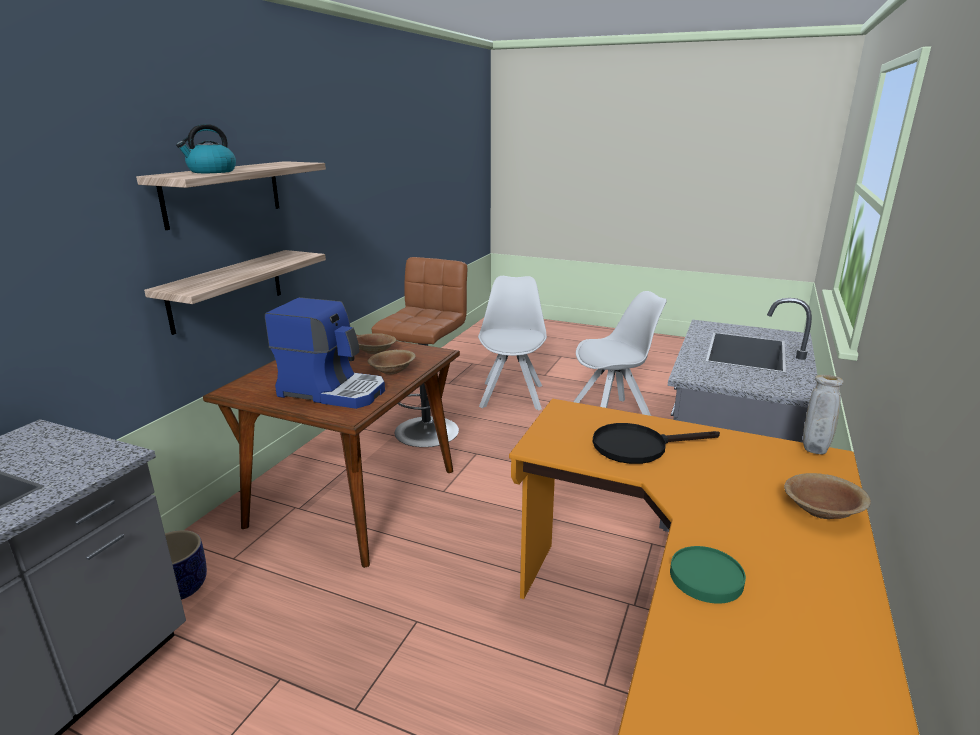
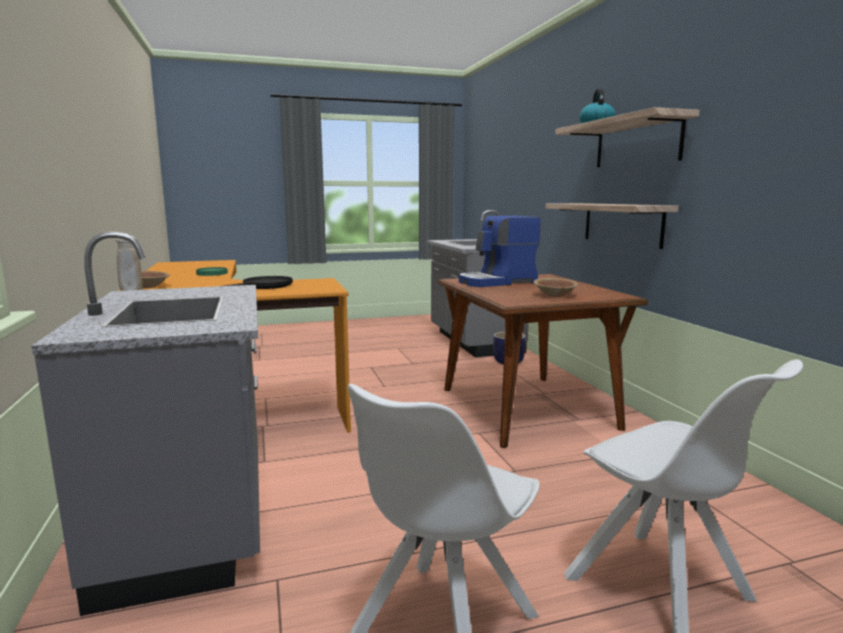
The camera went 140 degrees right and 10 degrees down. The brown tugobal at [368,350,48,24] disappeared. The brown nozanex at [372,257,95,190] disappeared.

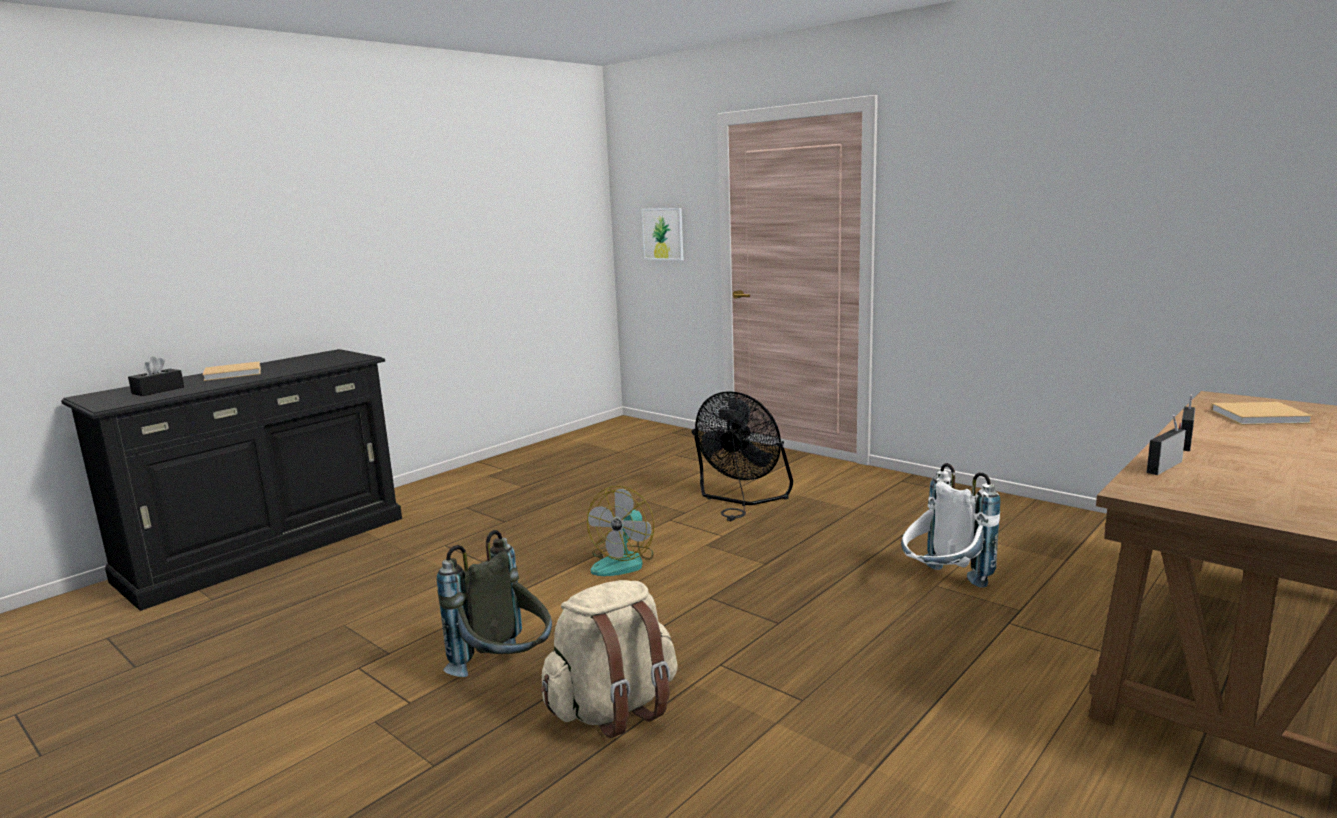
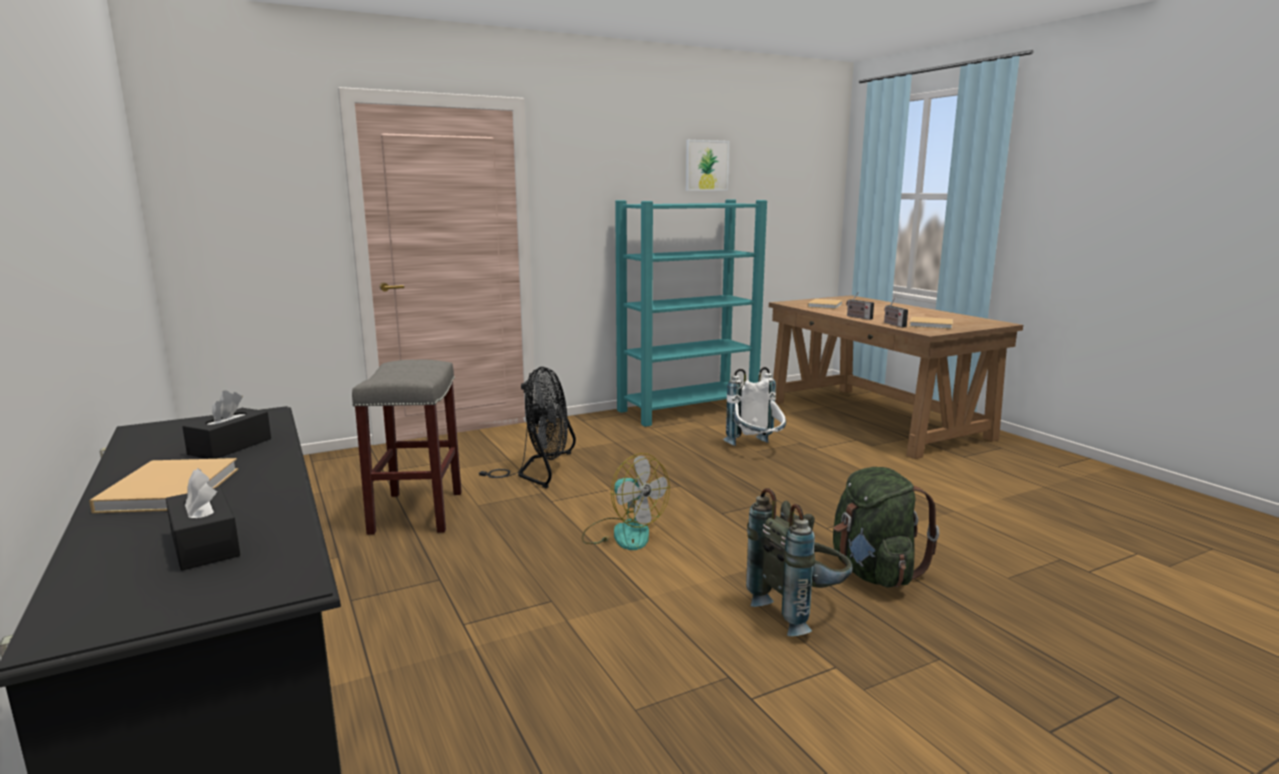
The camera went 70 degrees left and 0 degrees up. The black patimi at [183,390,88,69] appeared. The grey nozanex at [352,359,110,176] appeared. The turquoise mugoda at [615,199,152,228] appeared. The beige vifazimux at [909,317,44,12] appeared. The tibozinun moved from [642,208,41,52] to [686,140,43,51]. The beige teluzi at [540,580,138,158] became the green teluzi at [833,467,106,121]. The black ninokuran at [692,392,101,129] turned 135 degrees clockwise.

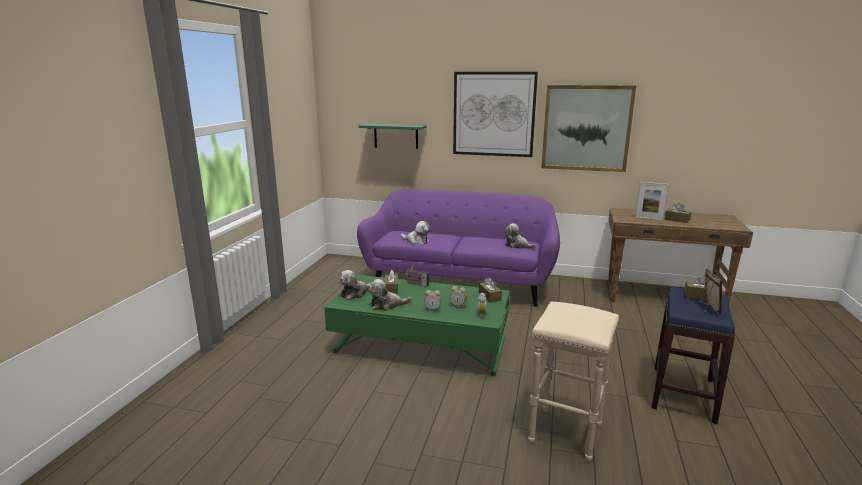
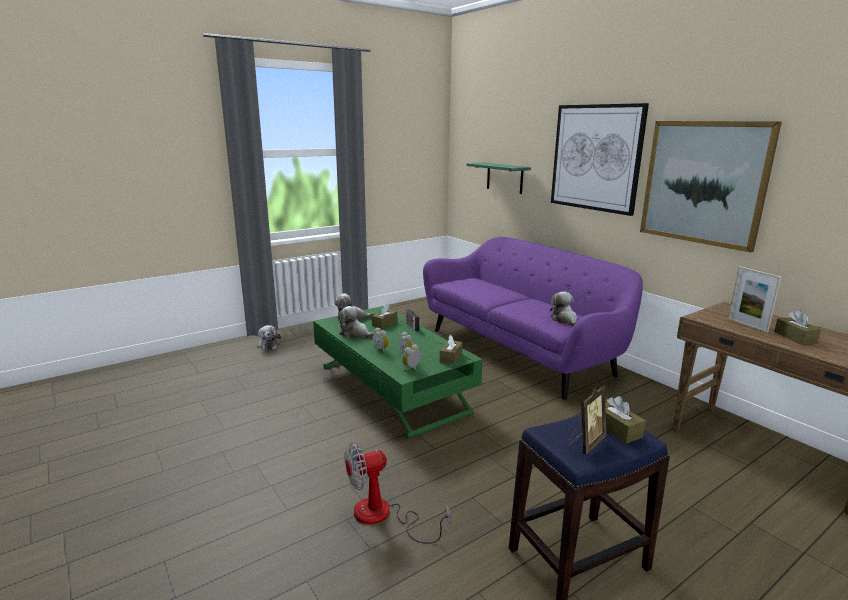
The camera went 40 degrees right and 0 degrees up. The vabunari moved from [401,221,29,24] to [257,325,24,25]. The beige nozanex at [528,302,91,160] was replaced by the ninokuran at [344,443,107,101].

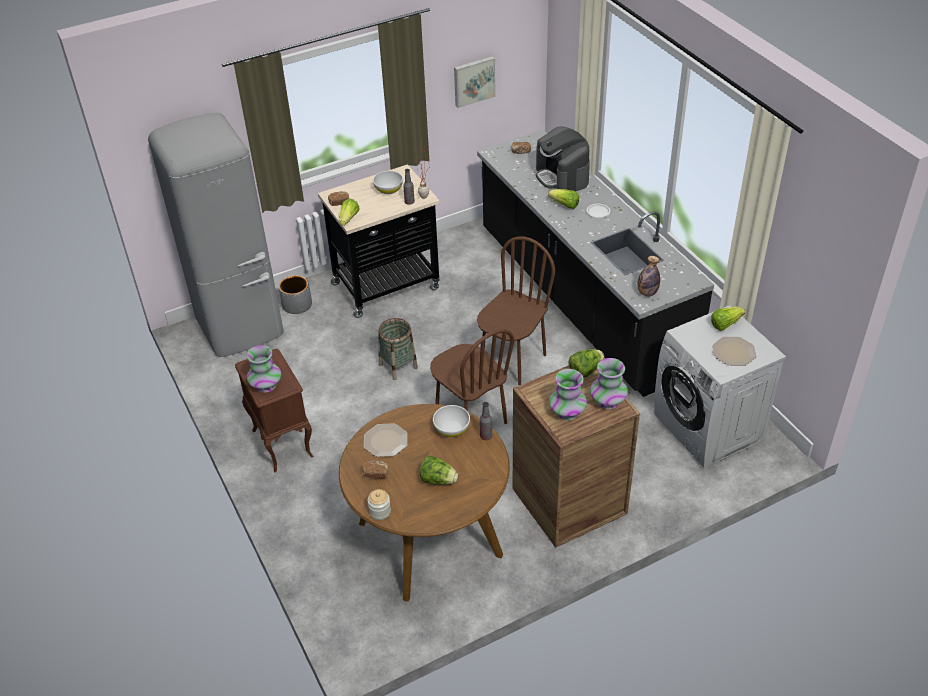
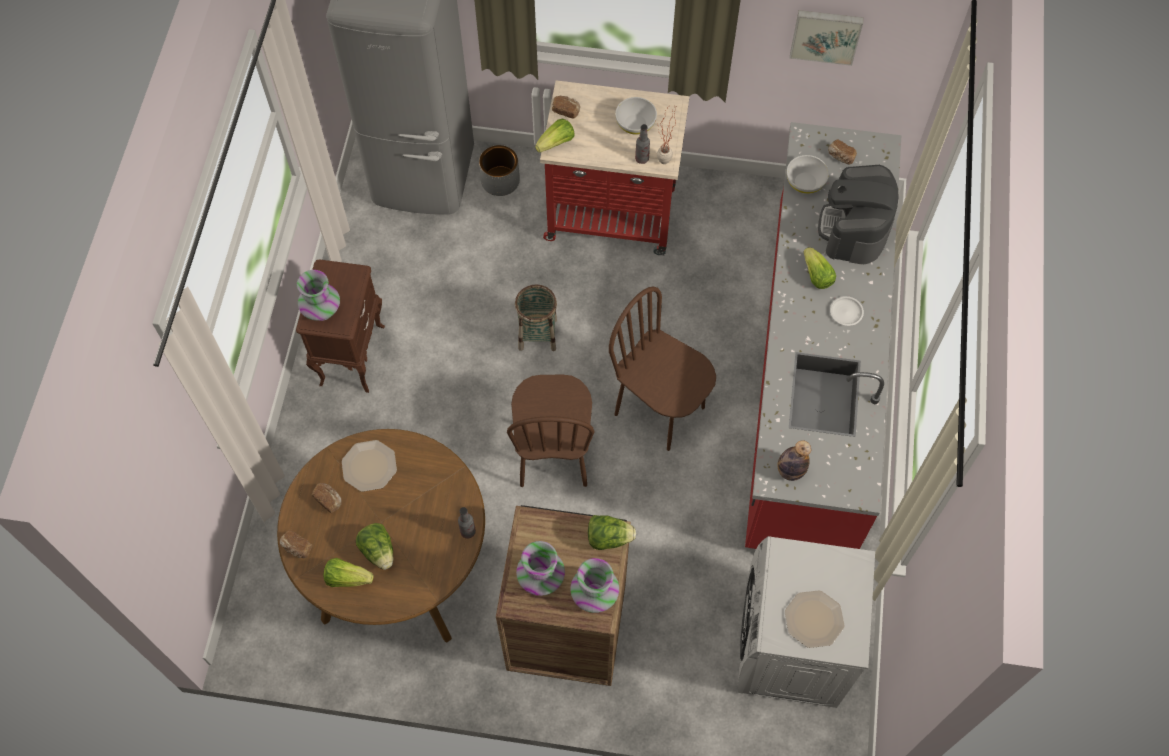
The camera went 35 degrees right and 20 degrees up. The white tugobal moved from [433,405,37,32] to [787,155,42,39]. The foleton moved from [711,307,34,24] to [324,558,50,29]. The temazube at [368,489,23,31] was replaced by the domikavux at [280,530,33,29]. The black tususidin at [318,164,122,154] became the red tususidin at [540,80,149,176]. The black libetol at [477,130,237,267] became the red libetol at [745,122,157,427]. The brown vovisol at [477,236,78,149] turned 120 degrees counterclockwise.

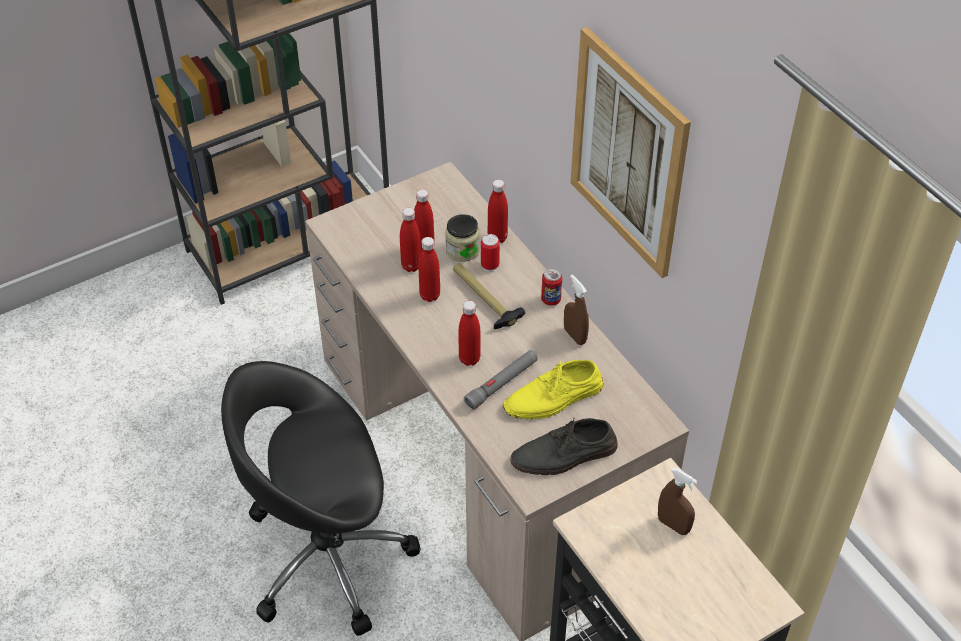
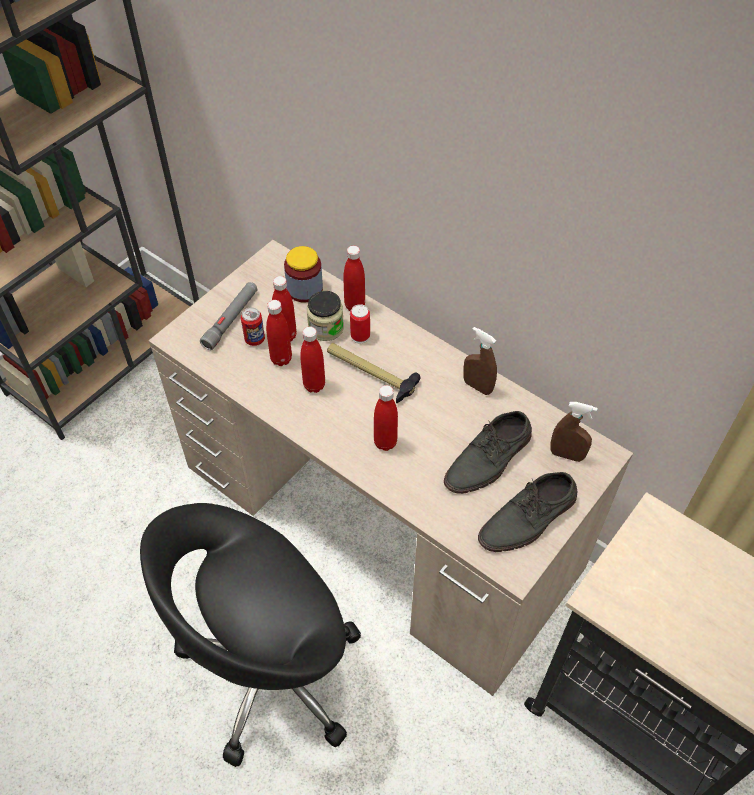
The camera went 20 degrees left and 5 degrees up. The tibozinun at [570,27,121,251] disappeared. The temazube at [284,246,39,57] appeared. The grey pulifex moved from [464,350,74,60] to [200,282,57,68]. The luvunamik moved from [541,268,21,38] to [241,307,24,39]. The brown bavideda moved from [658,468,40,67] to [550,402,48,60]. The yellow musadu at [503,360,100,59] became the grey musadu at [444,411,88,83].

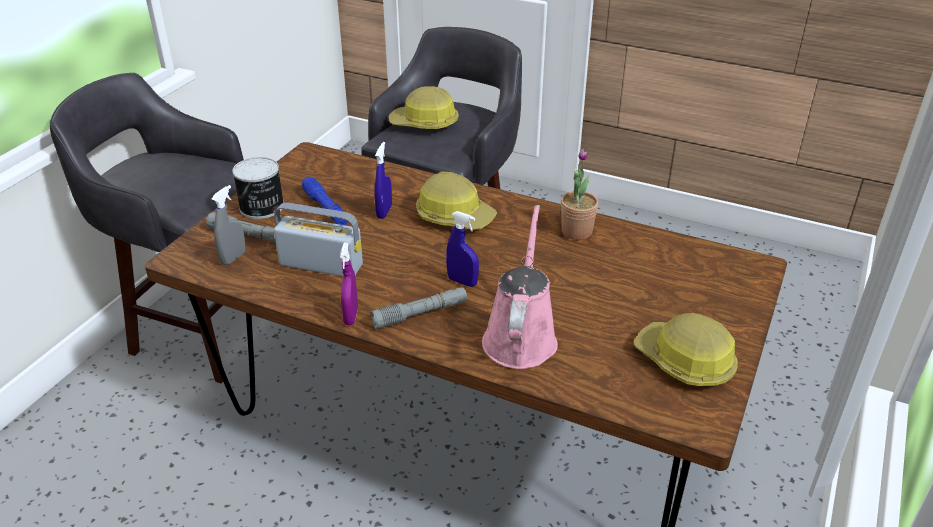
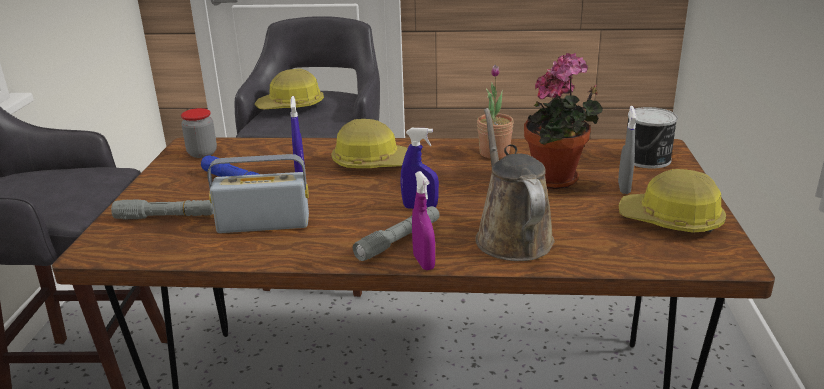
The camera went 20 degrees left and 10 degrees down. The temazube at [181,108,36,50] appeared. The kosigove at [524,53,79,136] appeared. The grey bavideda moved from [211,185,35,80] to [618,106,18,88]. The luvunamik moved from [232,157,52,62] to [627,107,51,62]. The purple bavideda moved from [340,243,18,82] to [412,171,23,99]. The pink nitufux at [482,205,76,164] became the brown nitufux at [475,108,79,153].

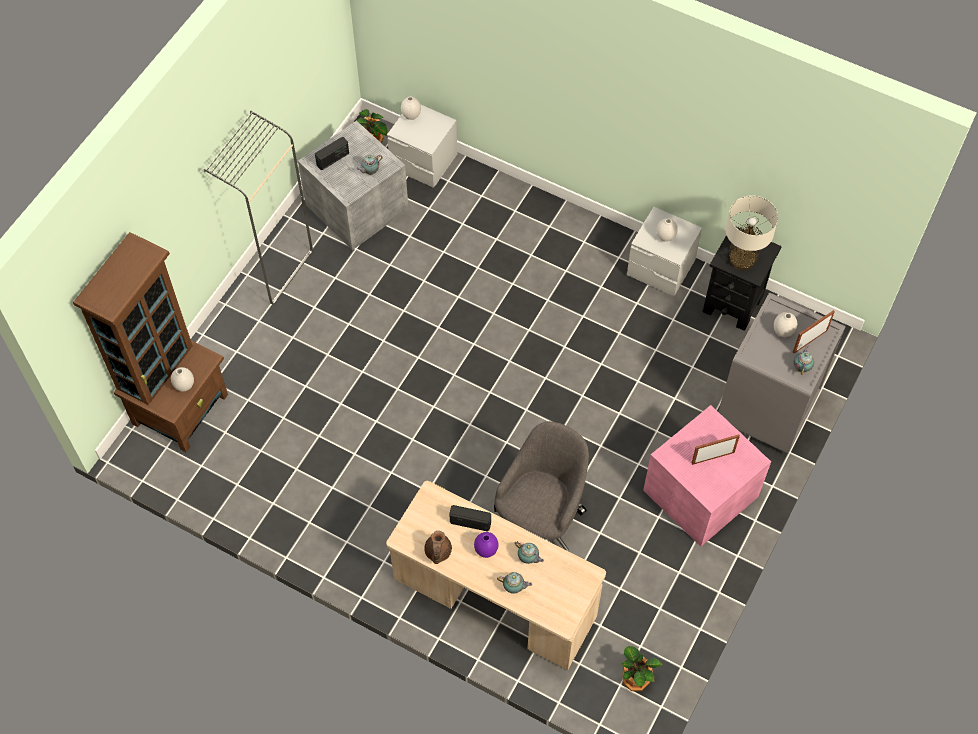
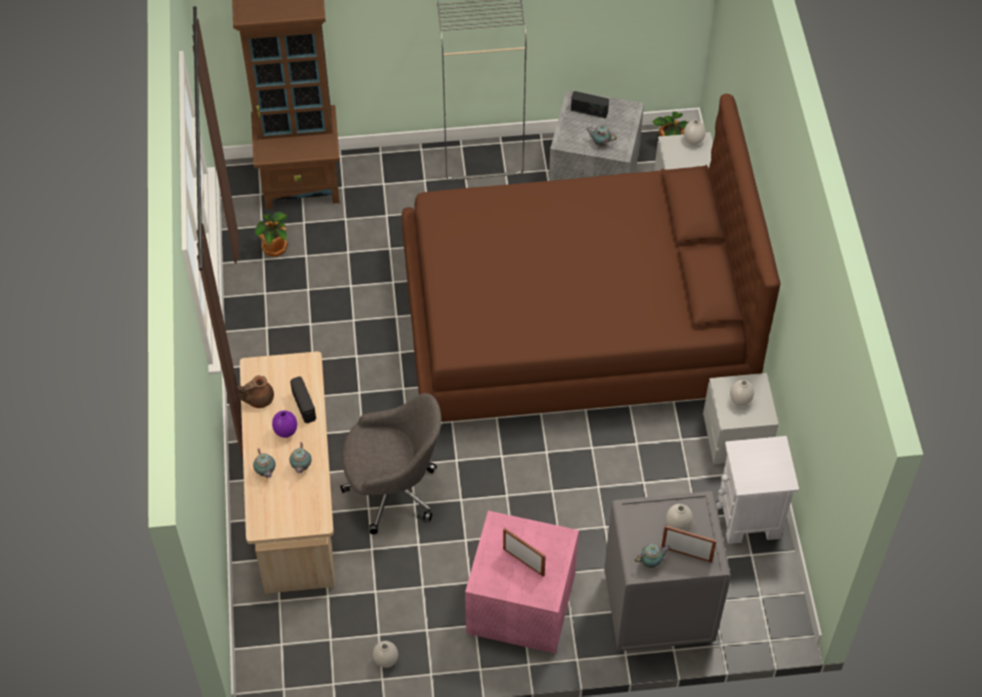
The camera went 55 degrees right and 5 degrees down. The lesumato at [726,195,52,75] disappeared. The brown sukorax at [402,94,379,328] appeared. The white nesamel moved from [171,367,23,24] to [373,641,25,27]. The kosigove moved from [621,646,41,45] to [255,212,33,45]. The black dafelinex at [703,226,79,105] became the white dafelinex at [716,436,83,108].

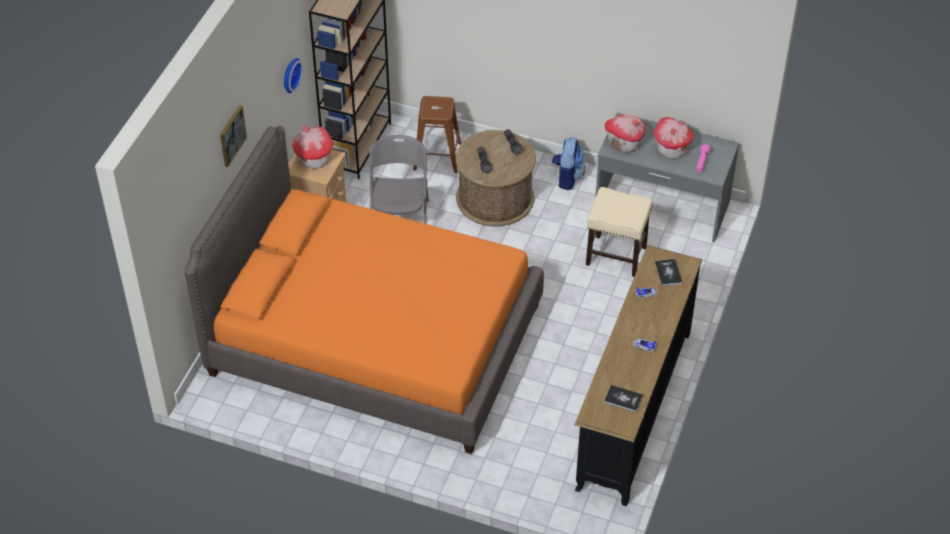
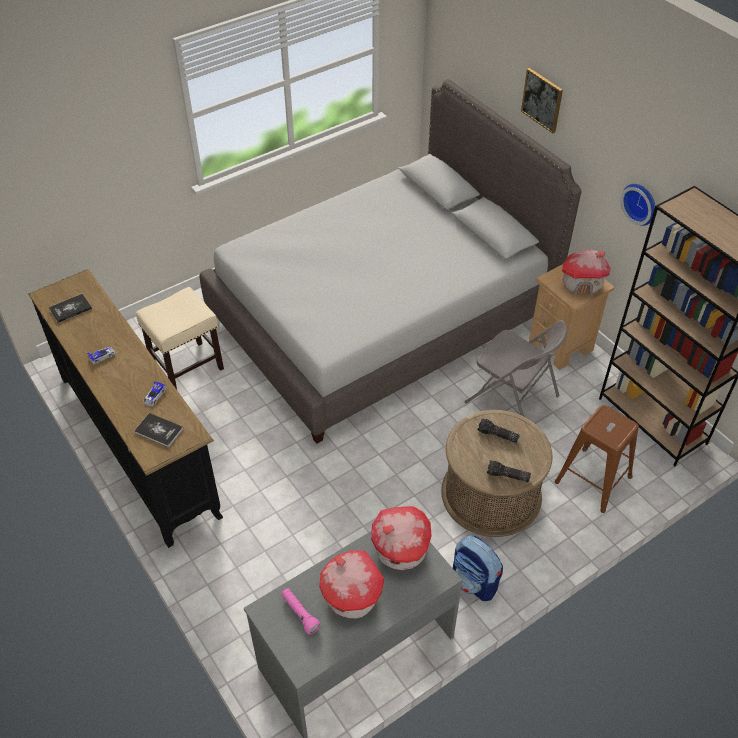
The camera went 125 degrees right and 0 degrees up. The beige nozanex moved from [586,187,67,90] to [136,287,88,102]. The orange sukorax at [185,126,359,328] became the grey sukorax at [199,79,382,365].

